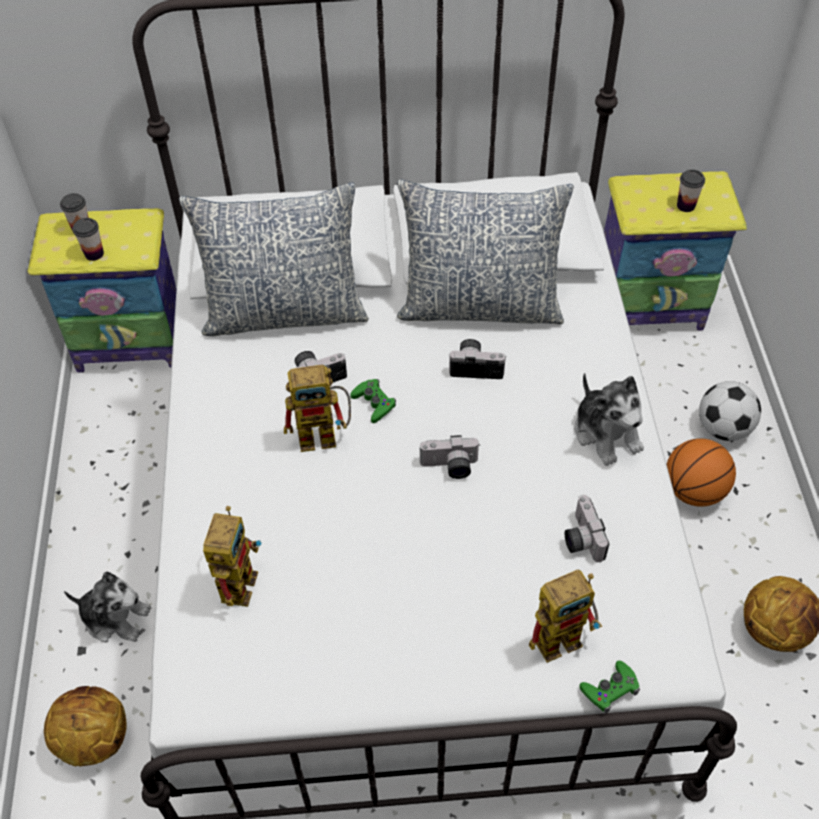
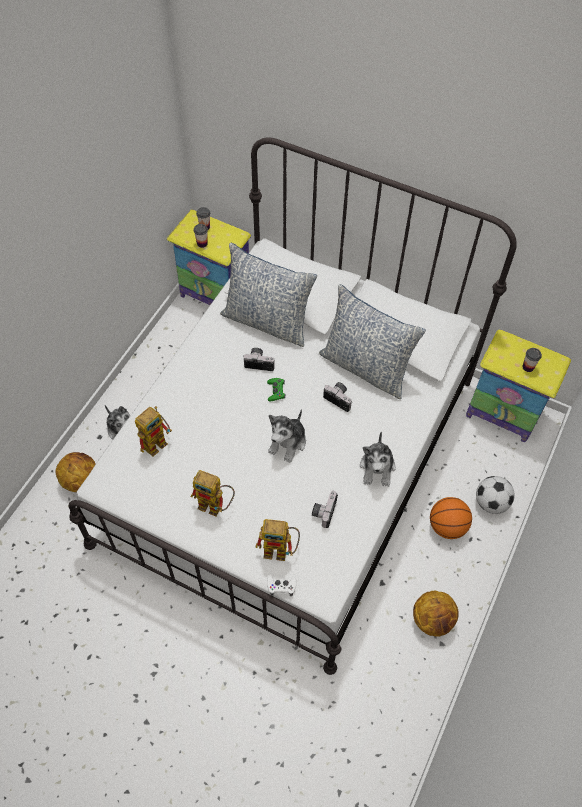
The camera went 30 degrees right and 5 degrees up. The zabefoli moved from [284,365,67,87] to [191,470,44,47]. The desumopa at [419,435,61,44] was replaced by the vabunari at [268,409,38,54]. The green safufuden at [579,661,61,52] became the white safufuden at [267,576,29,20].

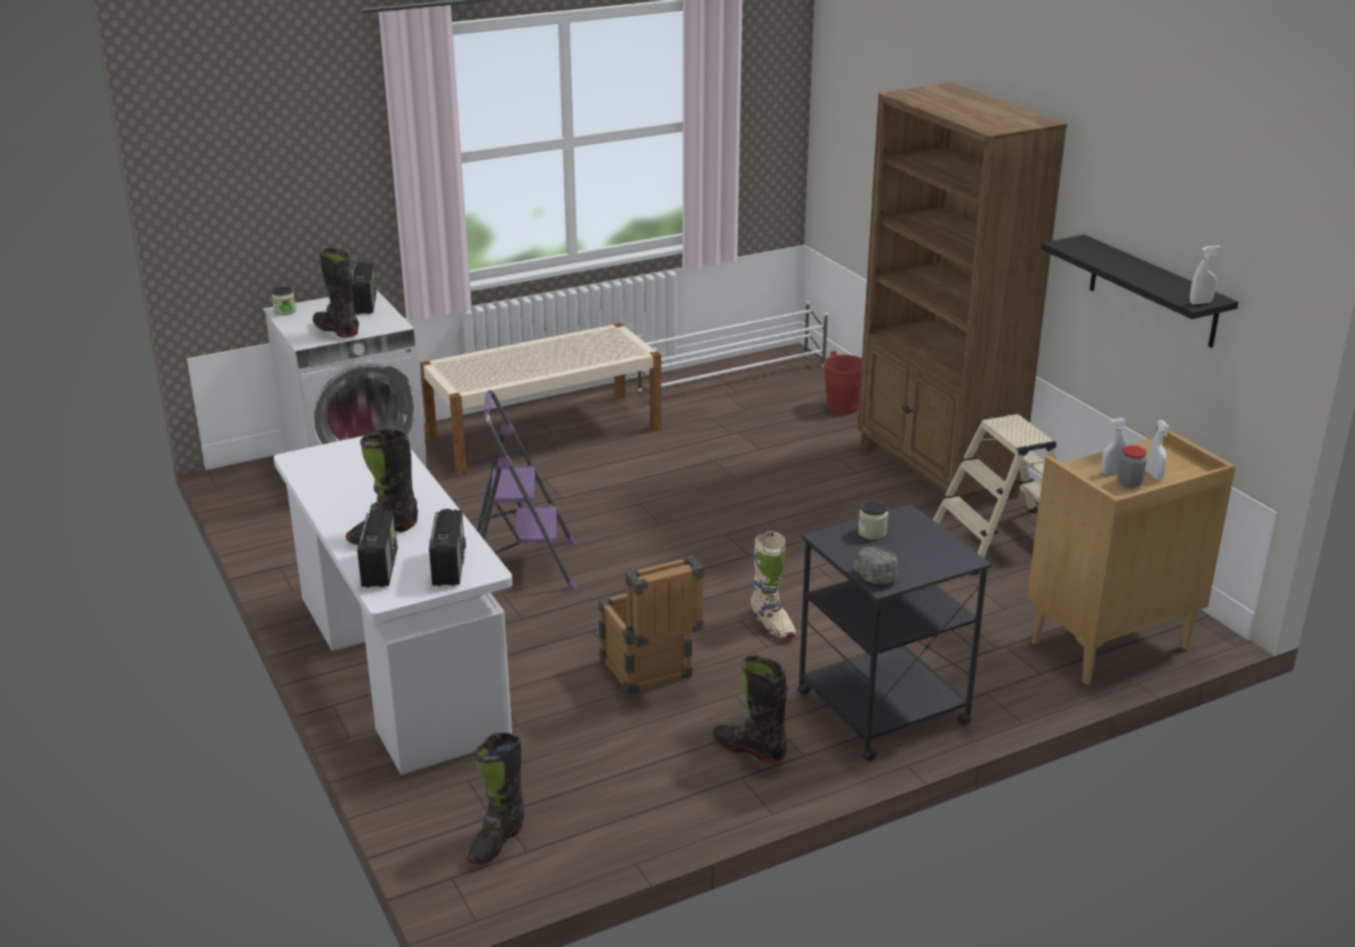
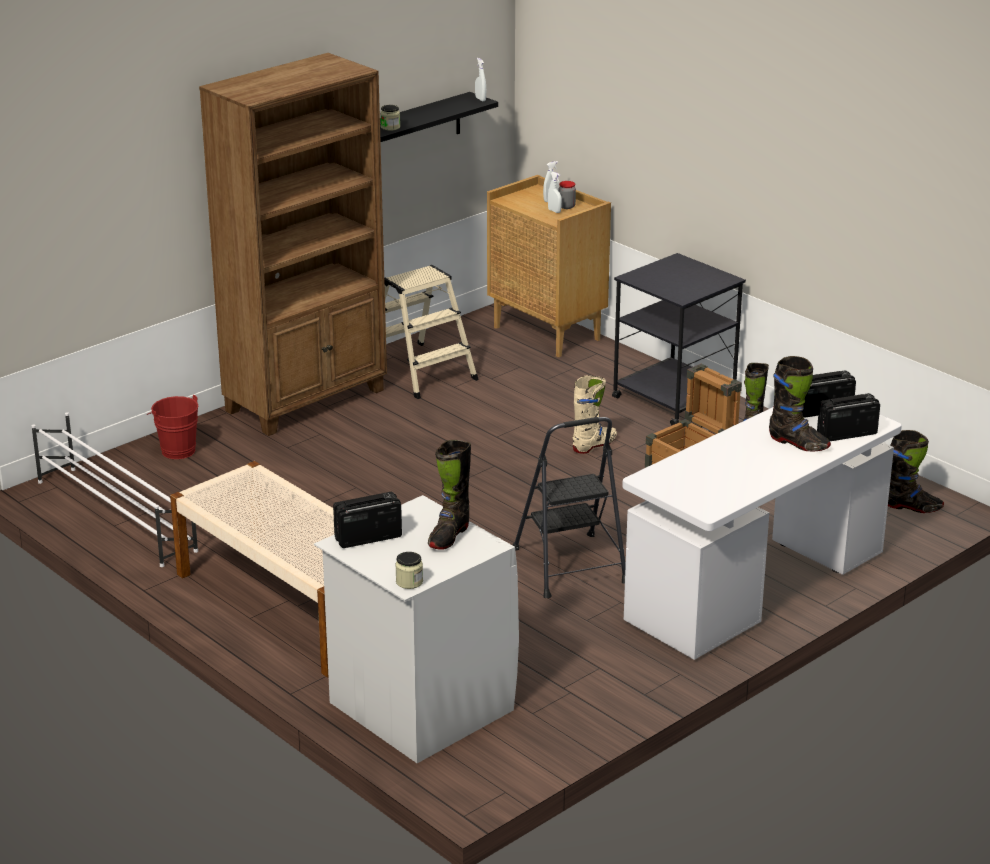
The camera went 105 degrees left and 0 degrees up. The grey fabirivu at [853,547,46,37] disappeared. The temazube moved from [858,500,30,40] to [380,105,20,26]. The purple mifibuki at [477,390,100,200] became the black mifibuki at [513,417,113,181].

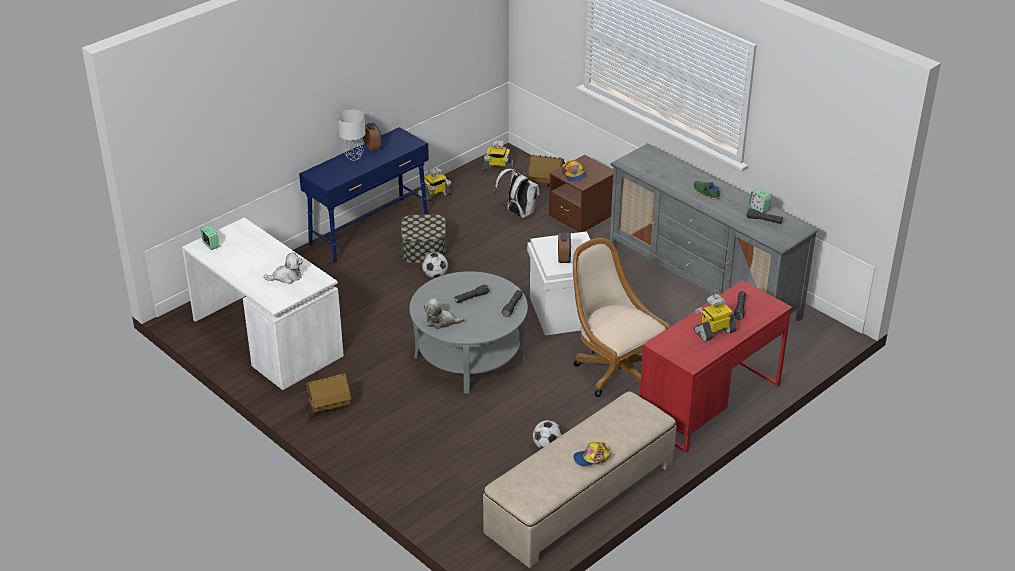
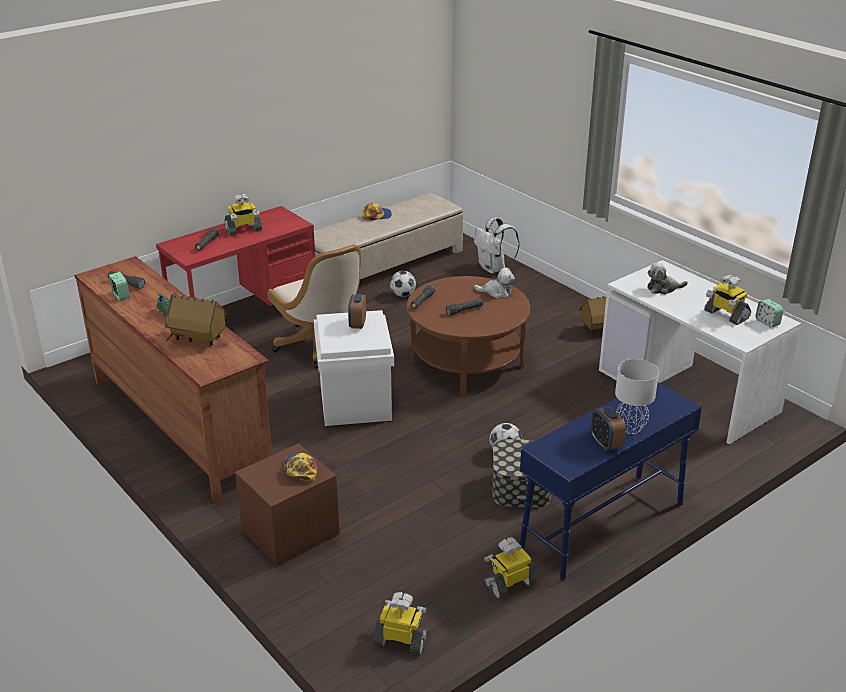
The camera went 175 degrees left and 5 degrees down. The zabefoli at [704,275,47,50] appeared. The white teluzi moved from [494,169,46,49] to [474,217,46,56]. The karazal moved from [528,154,37,33] to [165,294,63,52]. The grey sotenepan at [409,271,119,122] became the brown sotenepan at [407,276,123,119]. The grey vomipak at [610,143,209,179] became the brown vomipak at [74,256,198,247].

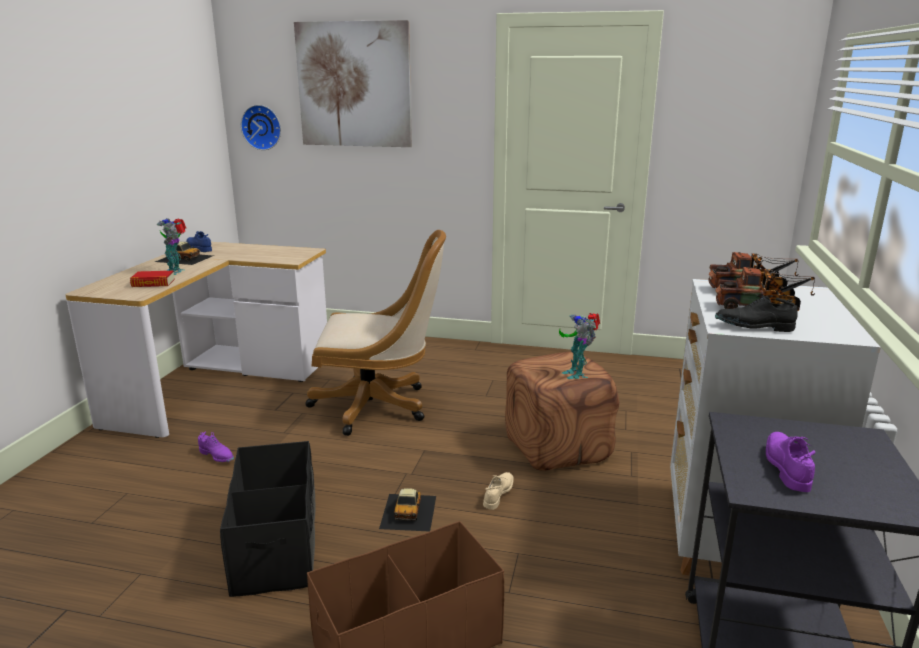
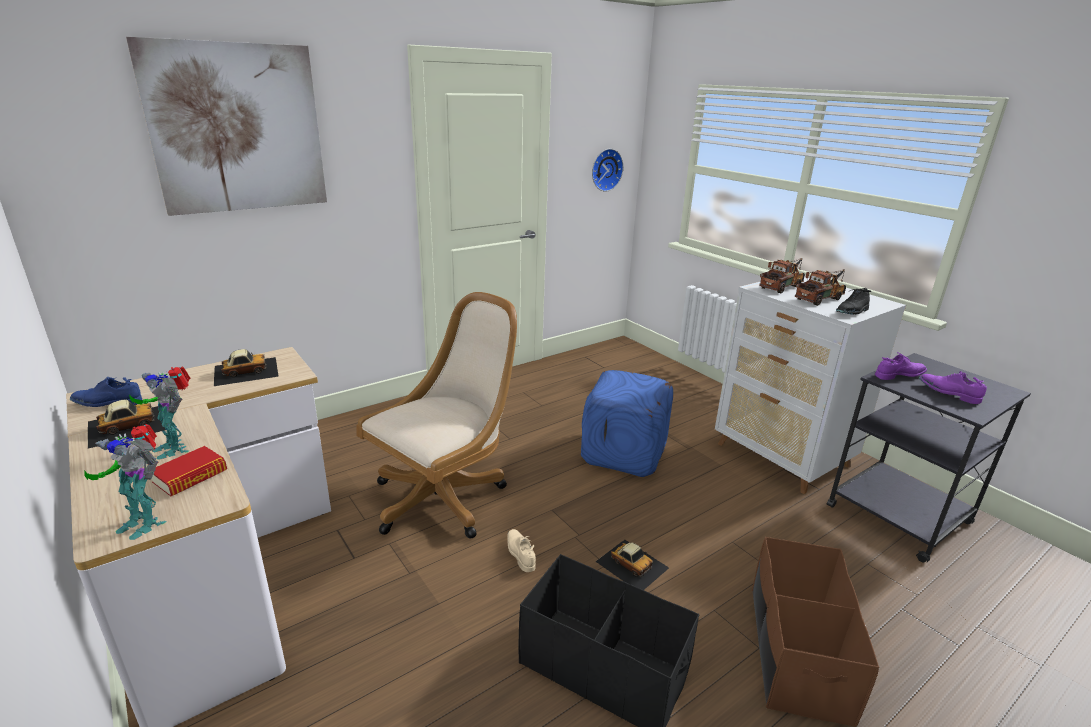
The camera went 50 degrees left and 5 degrees up. The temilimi at [214,349,65,37] appeared. The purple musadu moved from [198,432,36,30] to [875,352,52,28]. The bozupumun moved from [241,105,40,45] to [592,149,32,43]. The beige musadu moved from [483,472,31,38] to [507,529,29,43]. The zabefoli moved from [559,313,41,66] to [84,424,82,116]. The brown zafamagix at [505,352,114,119] became the blue zafamagix at [581,370,92,107].

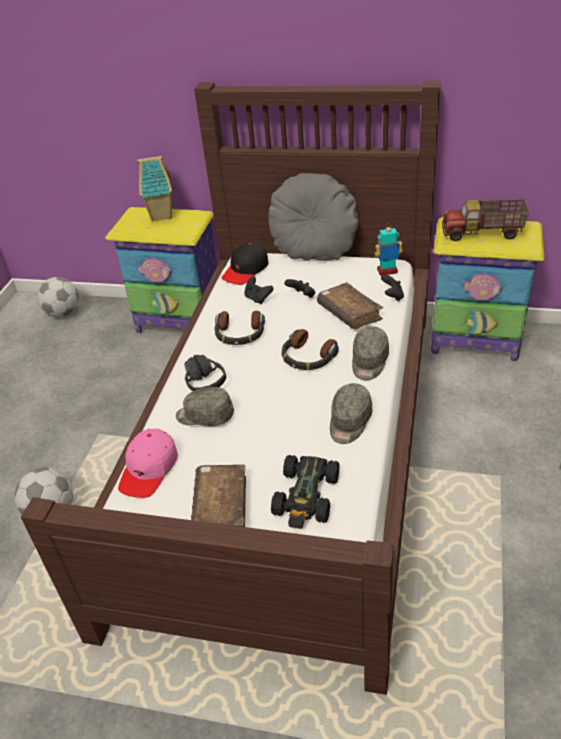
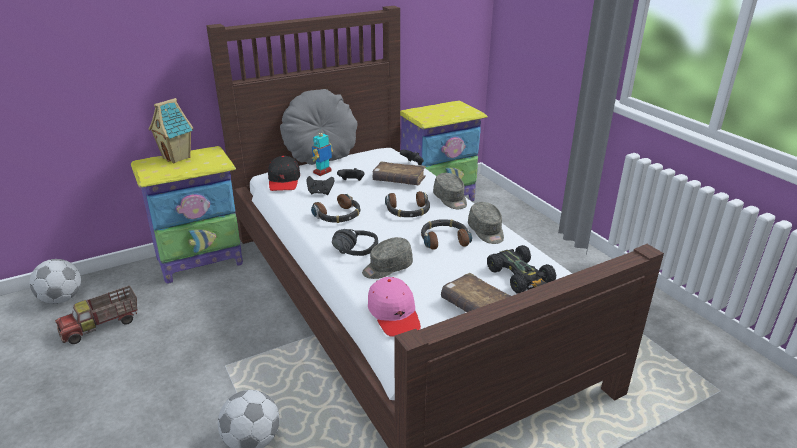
The camera went 45 degrees left and 10 degrees down. The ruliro at [421,219,51,31] appeared. The zabefoli moved from [375,223,27,53] to [312,129,21,47]. The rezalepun moved from [442,199,87,42] to [55,286,82,58].

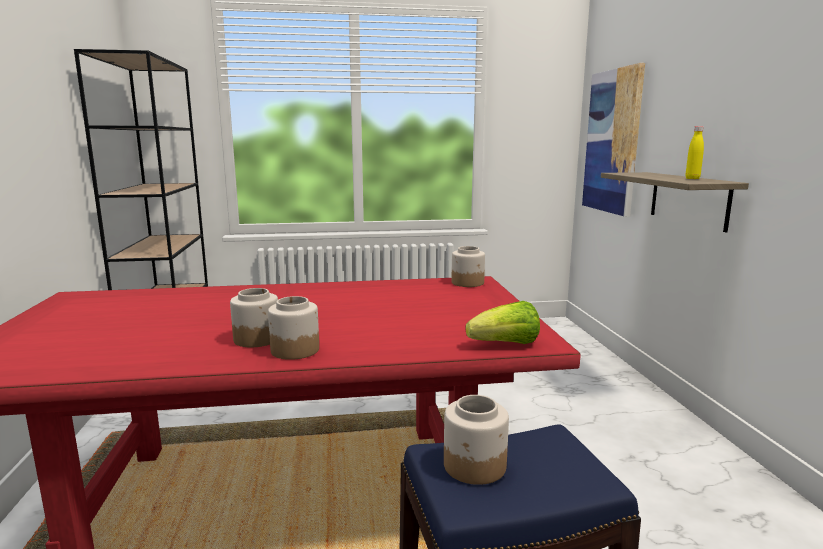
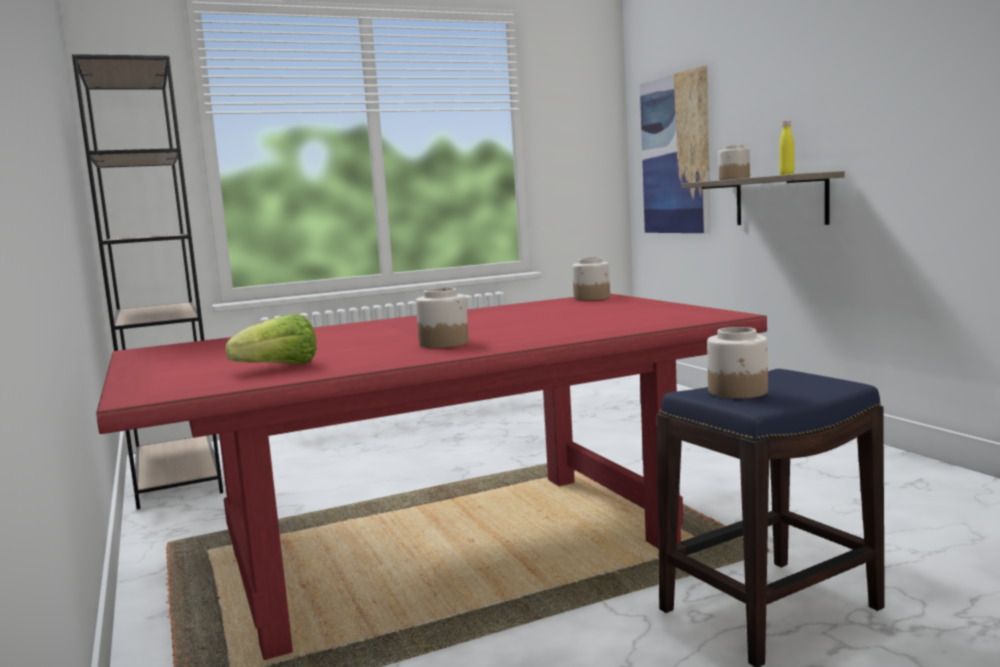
The camera went 15 degrees left and 5 degrees down. The temazube moved from [268,296,51,64] to [718,144,32,36]. The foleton moved from [466,301,74,43] to [226,313,90,51].

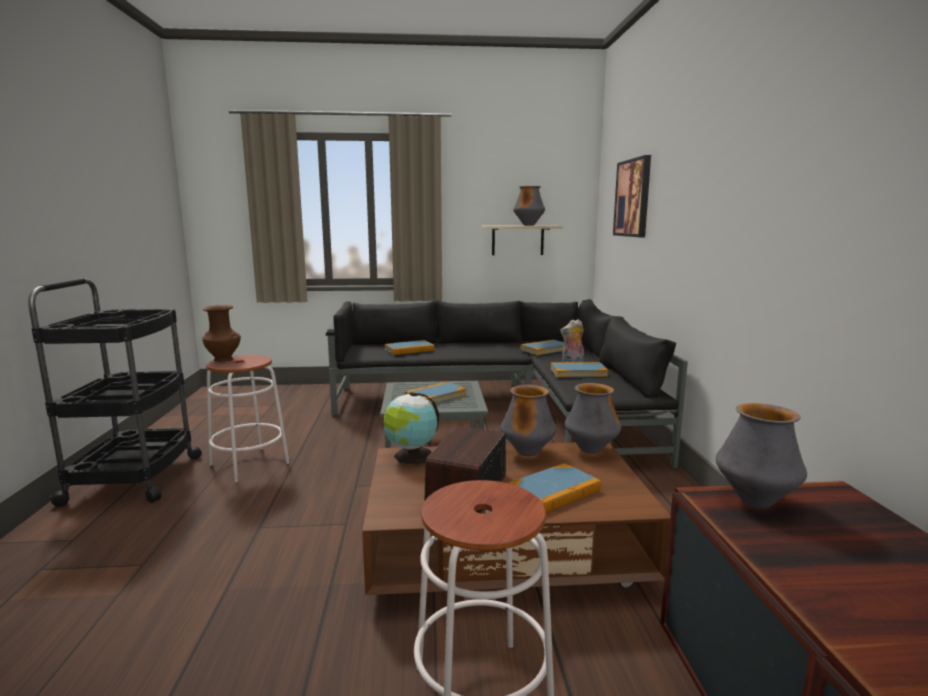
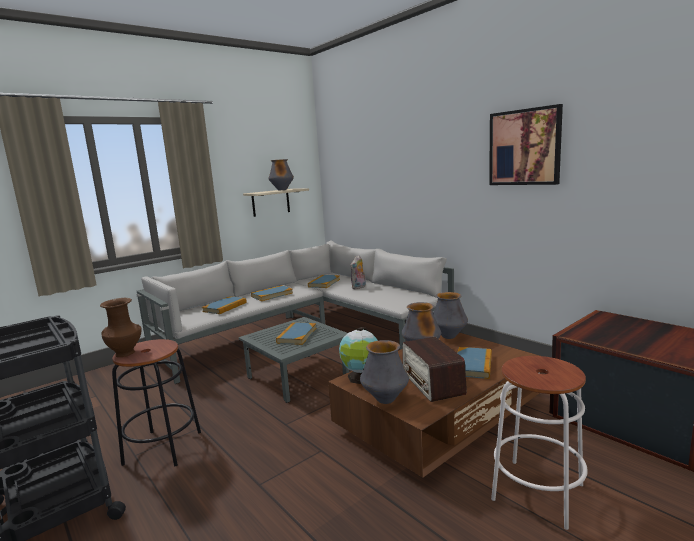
The camera went 35 degrees left and 0 degrees up. The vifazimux moved from [550,362,58,15] to [251,285,42,16]. The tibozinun moved from [613,155,38,82] to [489,104,74,81]. The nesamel moved from [716,403,91,105] to [360,340,49,64]. The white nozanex at [206,355,84,127] became the black nozanex at [112,339,89,127]. The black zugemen at [326,299,362,170] became the white zugemen at [136,240,318,163].

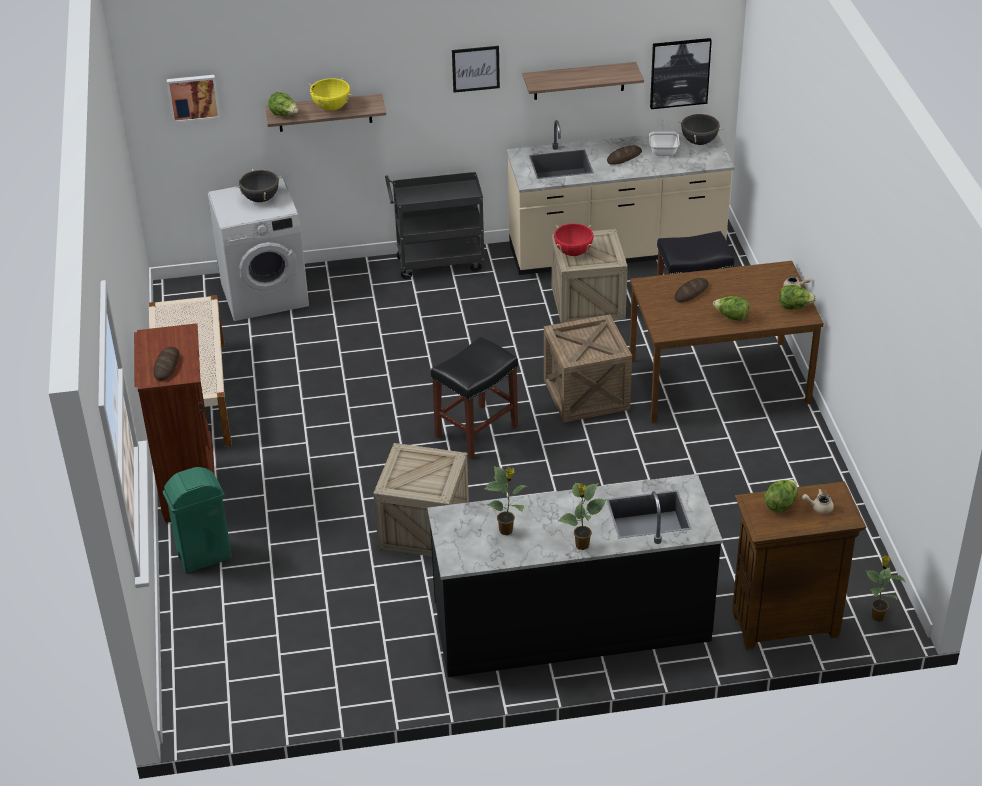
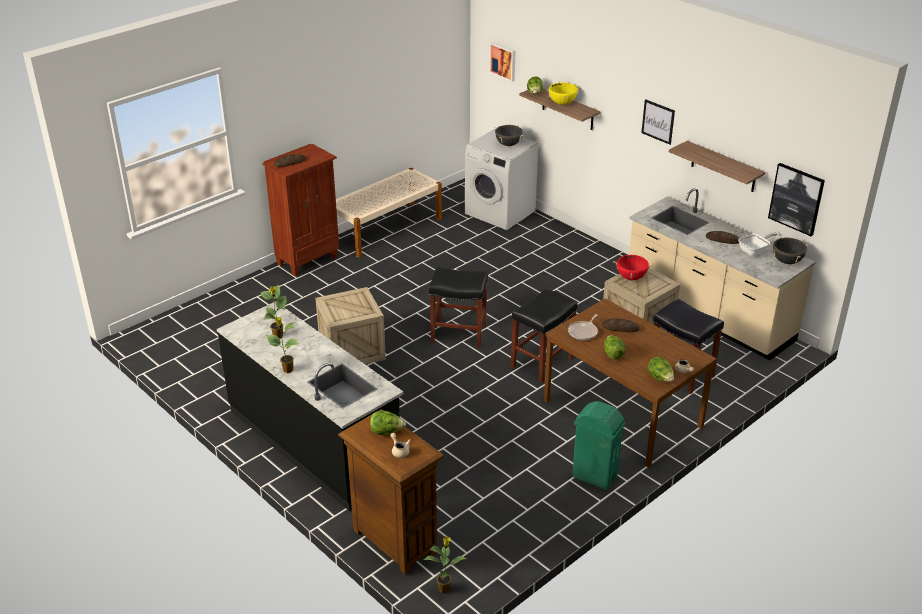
The camera went 55 degrees right and 5 degrees down. The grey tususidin at [385,172,100,107] disappeared. The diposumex at [568,314,30,26] appeared. The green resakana moved from [163,467,69,106] to [572,401,53,89]. The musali at [544,314,88,108] was replaced by the black nozanex at [511,289,66,94].

